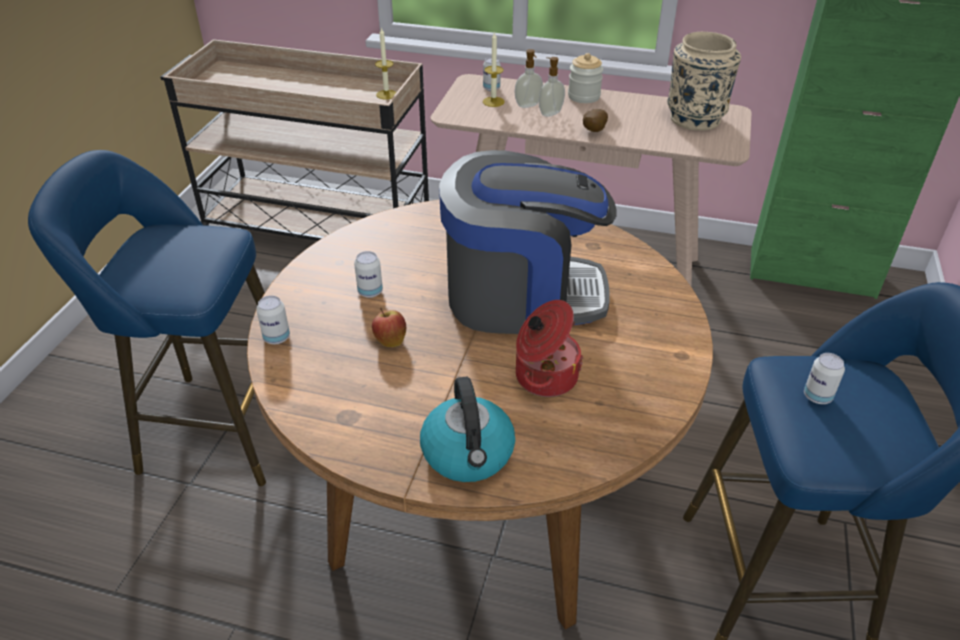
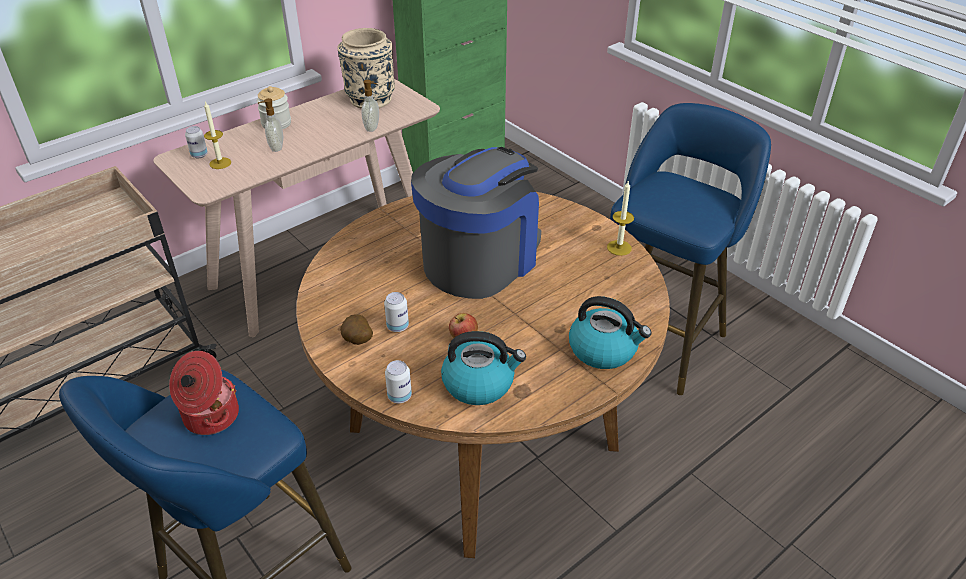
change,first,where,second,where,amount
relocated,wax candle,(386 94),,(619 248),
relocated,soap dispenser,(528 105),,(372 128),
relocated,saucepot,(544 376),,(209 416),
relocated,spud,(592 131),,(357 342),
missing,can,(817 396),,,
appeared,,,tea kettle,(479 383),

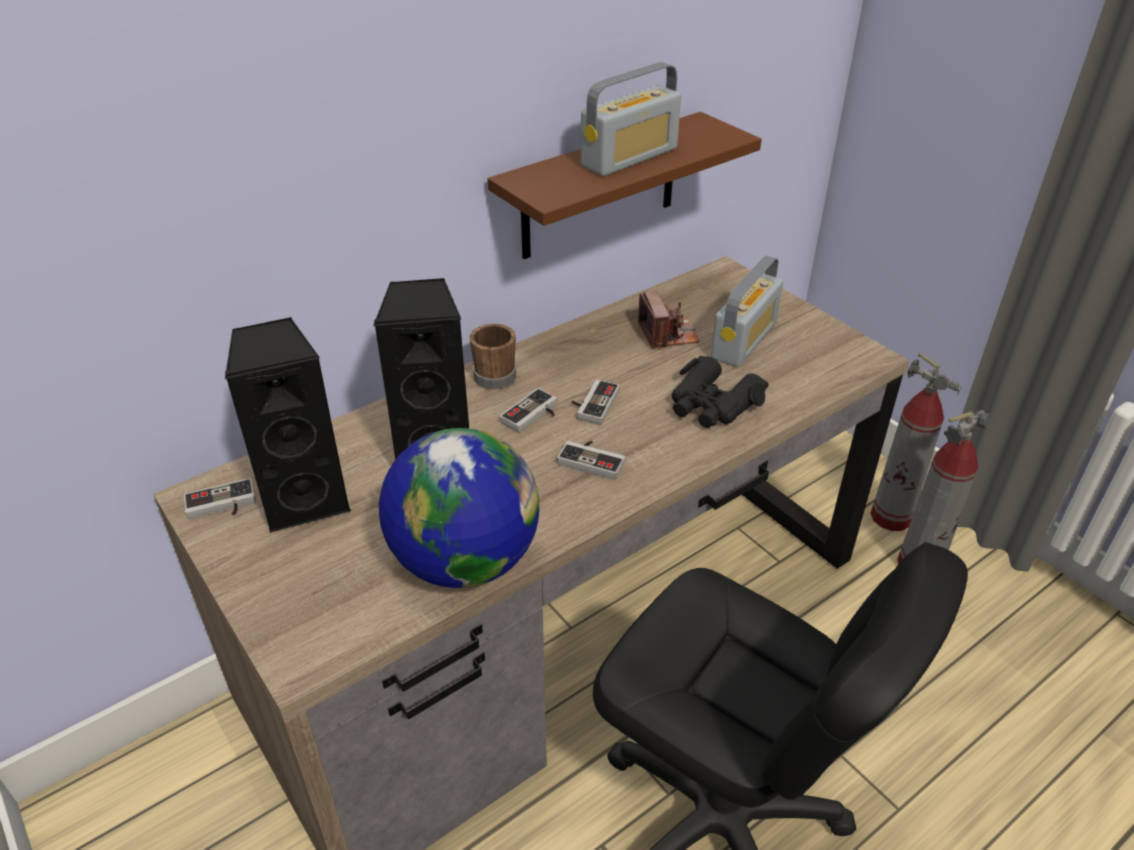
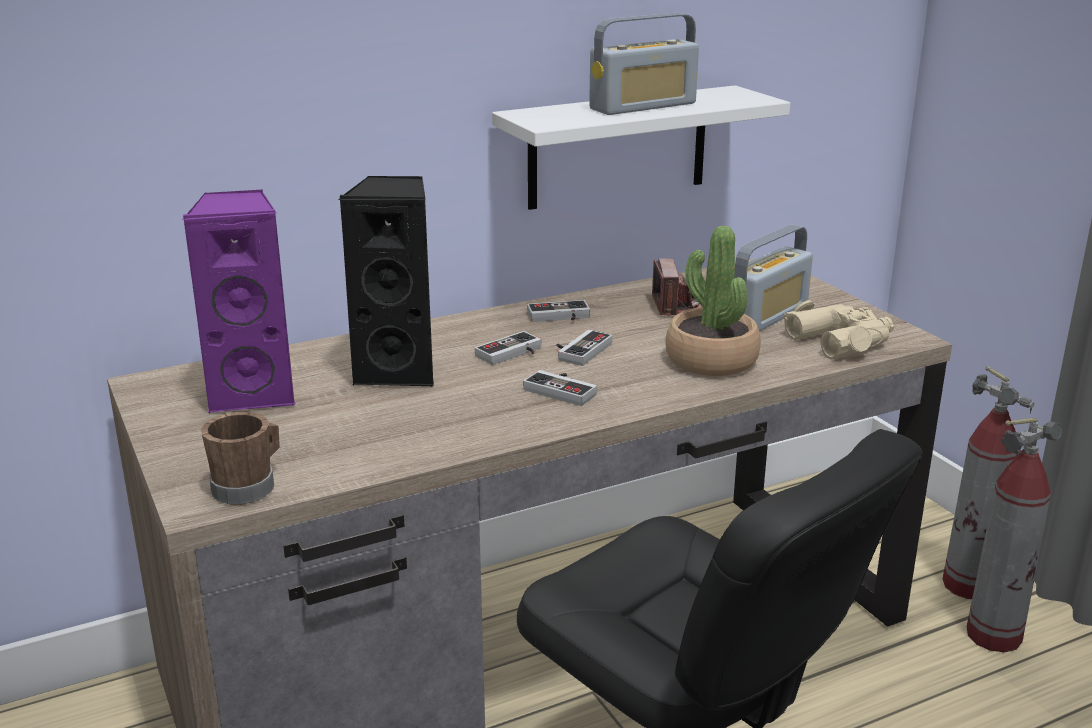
change,first,where,second,where,amount
relocated,joypad,(221 506),,(559 317),
colour,blackish audio speaker,(306 499),purplish audio speaker,(254 393),
missing,desk globe,(465 560),,,
relocated,brownish coffee mug,(497 374),,(249 486),
colour,brownish wall shelf,(599 187),white-coloured wall shelf,(618 147),
exchanged,blackish pair of binoculars,(712 404),plant in a pot,(711 360),
appeared,,,sand-coloured pair of binoculars,(841 340),

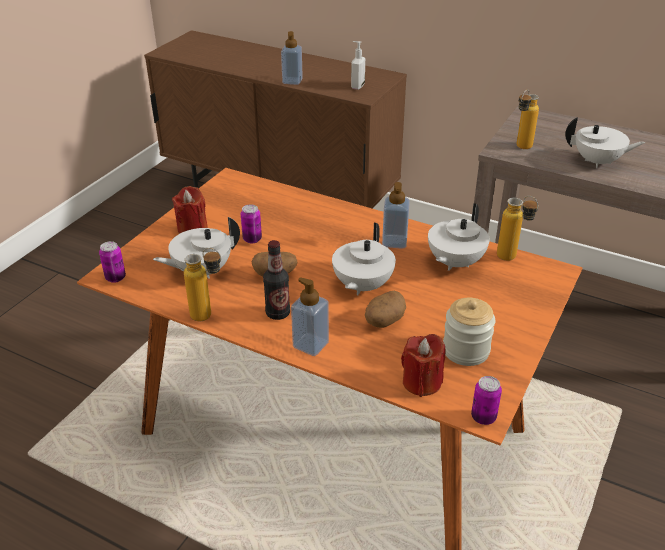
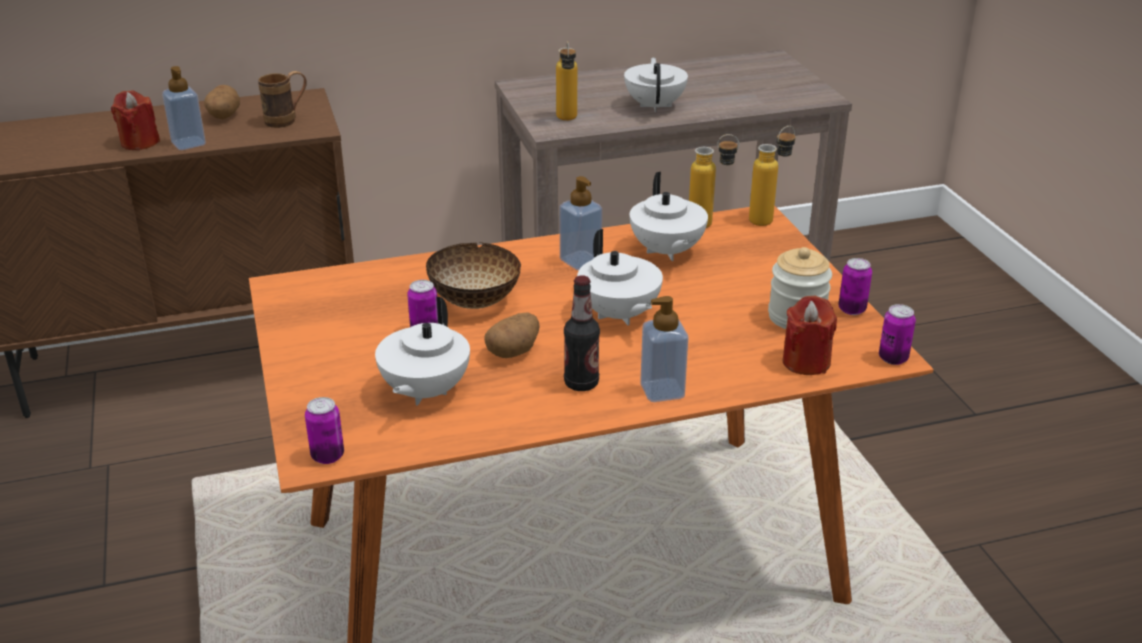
change,first,where,second,where,amount
relocated,red-coloured wax candle,(192 228),,(139 143),
relocated,beverage bottle,(209 317),,(768 219),
exchanged,soap dispenser,(357 86),brownish coffee mug,(287 120),
relocated,spud,(384 321),,(223 116),
spun,white-coloured pot for tea,(597 162),,(655 106),60 degrees counterclockwise
appeared,,,serving bowl,(476 302),
appeared,,,can,(852 309),

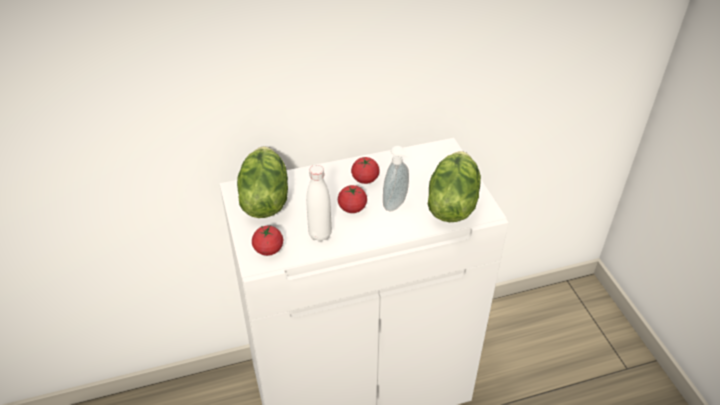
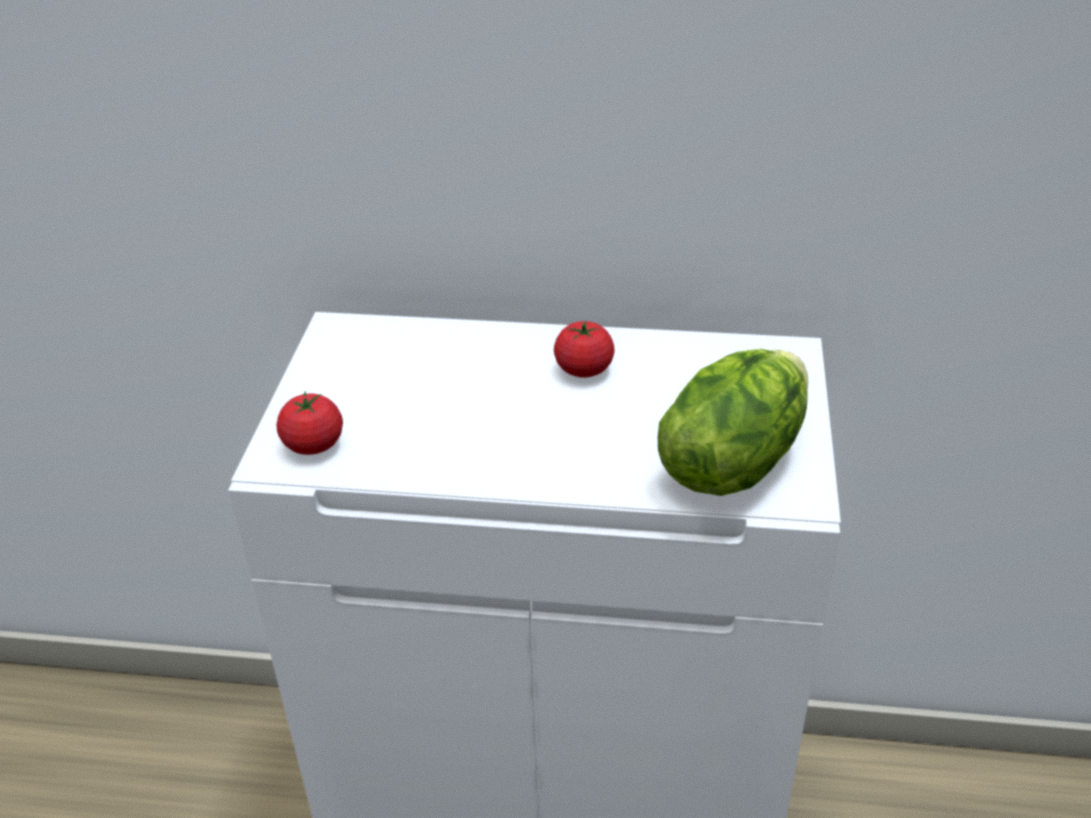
change,first,where,second,where,amount
missing,lettuce,(264 200),,,
missing,white-coloured beverage bottle,(320 234),,,
missing,tomato,(352 208),,,
missing,soap dispenser,(396 205),,,

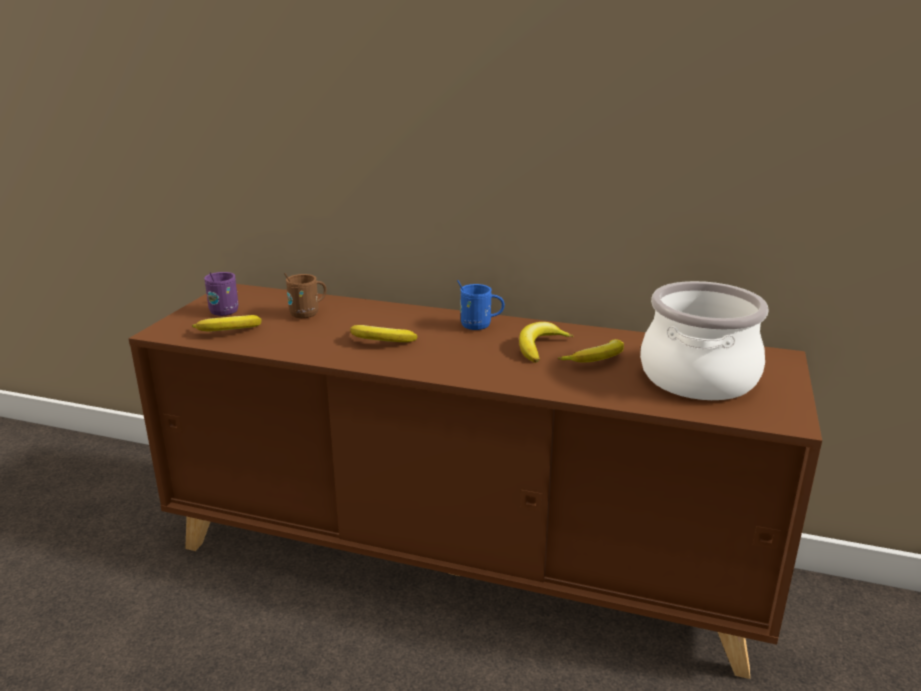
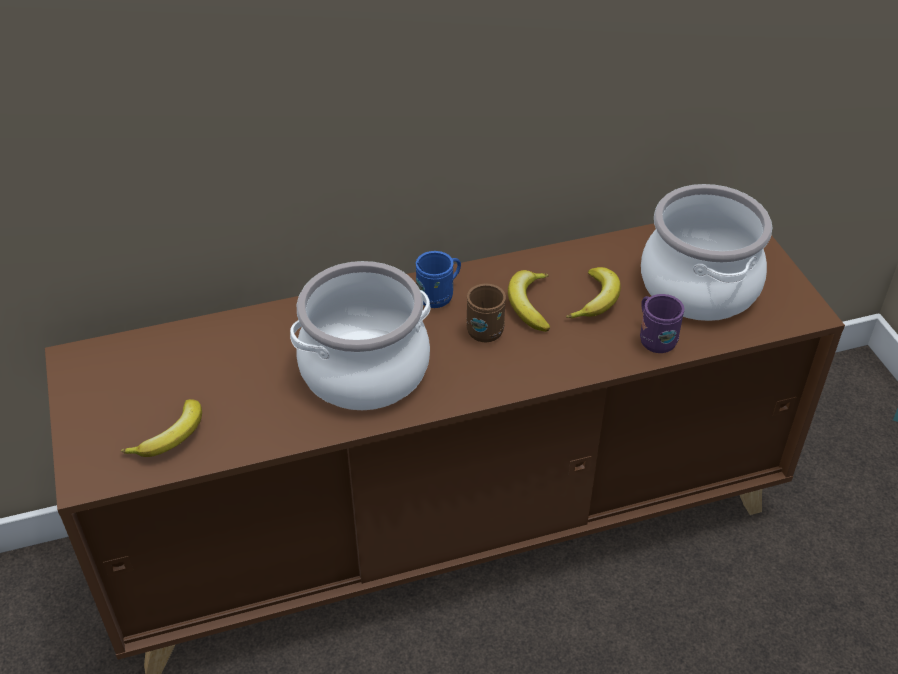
change,first,where,second,where,amount
relocated,purplish coffee mug,(226 310),,(654 339),
relocated,brownish coffee mug,(308 313),,(486 328),
exchanged,banana fruit,(380 341),saucepot,(365 371),

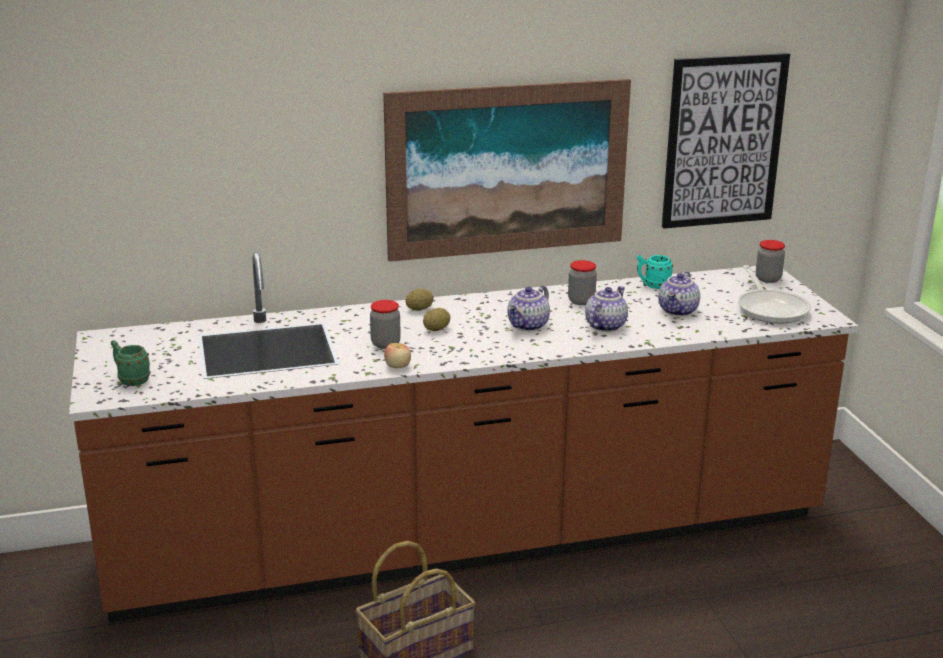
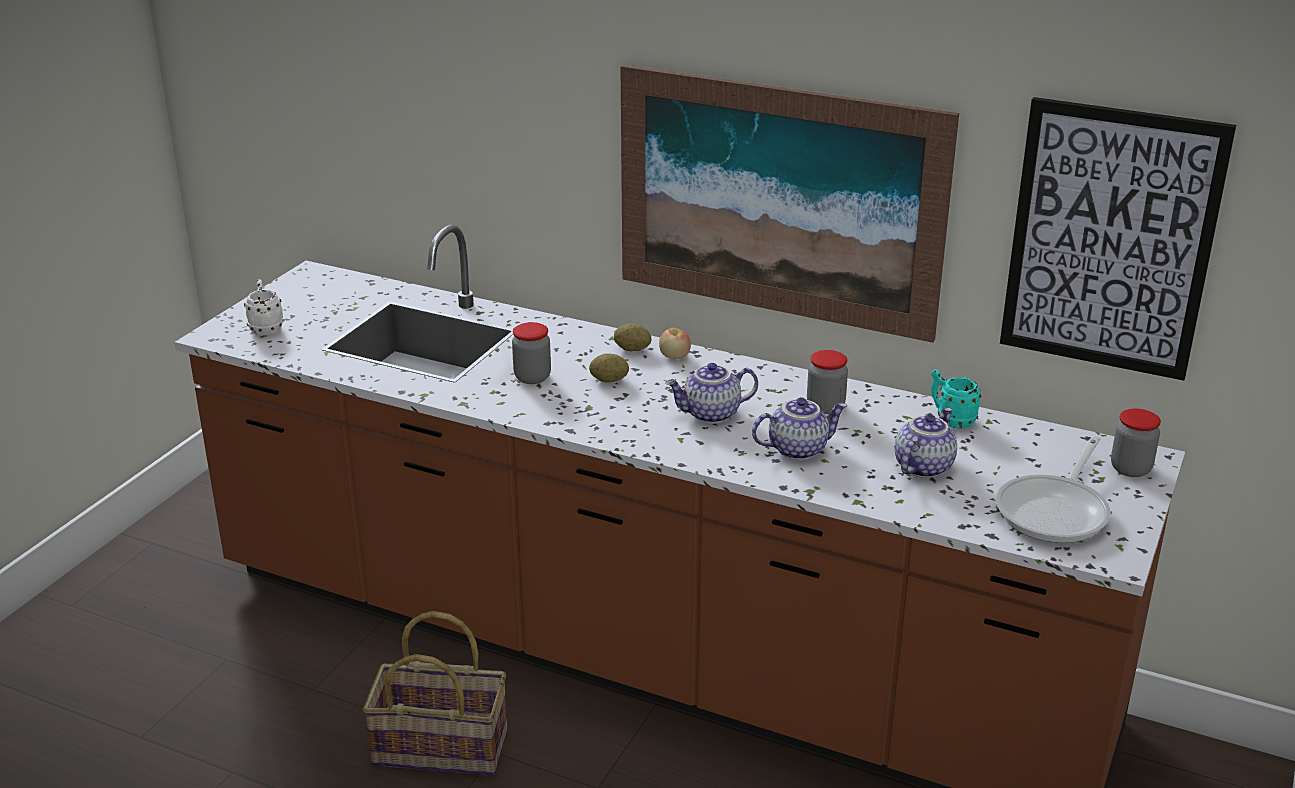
change,first,where,second,where,amount
colour,greenish coffee mug,(131 380),white-coloured coffee mug,(266 327),
relocated,whole apple,(398 367),,(674 357),
spun,pot for tea,(678 311),,(922 466),150 degrees clockwise

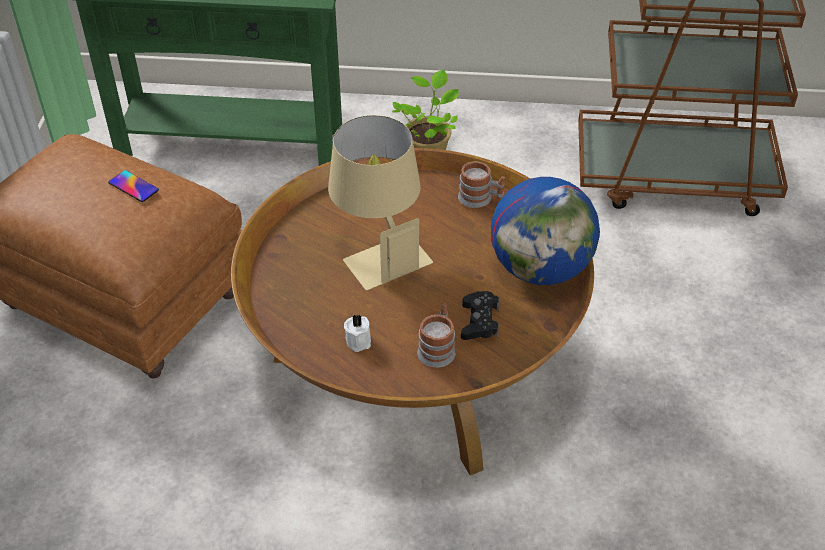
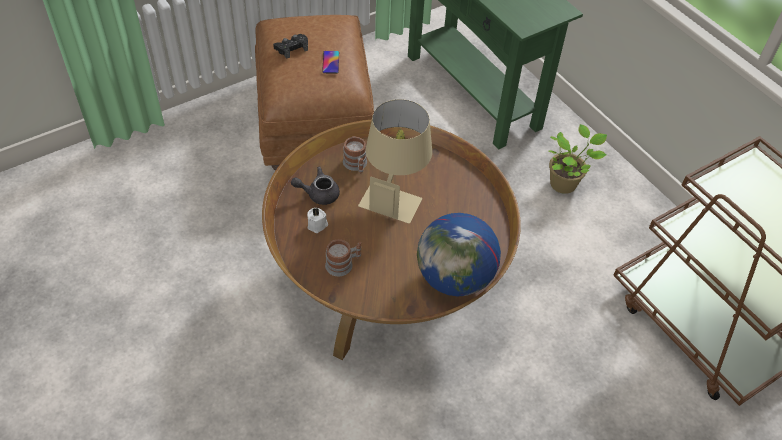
change,first,where,second,where,amount
relocated,coffee mug,(480 198),,(356 165),
relocated,blackish joypad,(479 321),,(292 48),
appeared,,,grey pot for tea,(318 194),

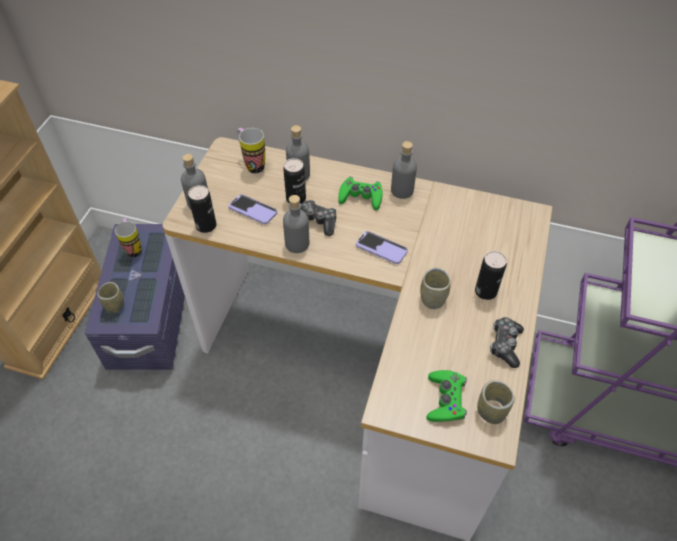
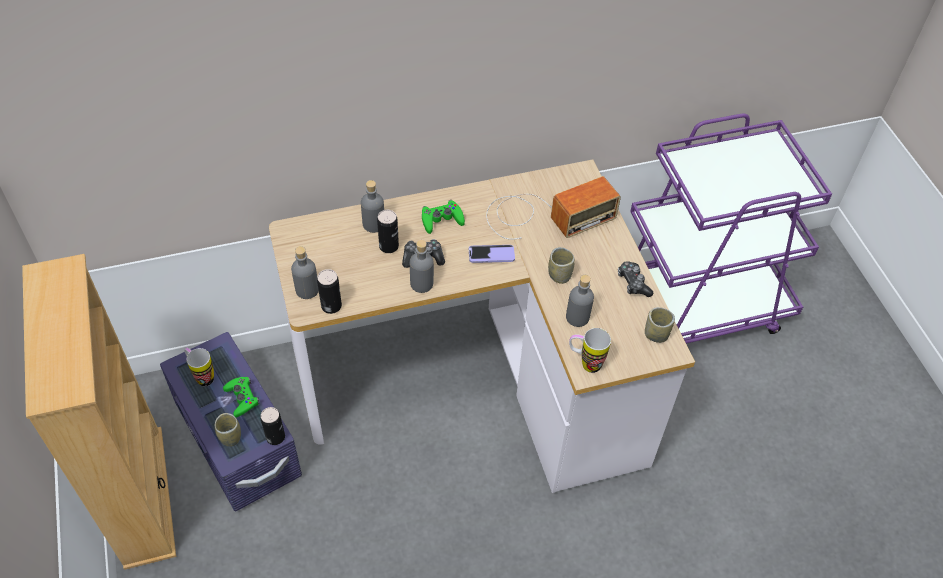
change,first,where,second,where,amount
missing,handset,(253 210),,,
relocated,coffee mug,(252 164),,(585 363),
relocated,grey beverage bottle,(402 190),,(577 317),
relocated,greenish joypad,(445 399),,(242 398),
relocated,can,(485 291),,(275 437),
appeared,,,radio set,(545 215),

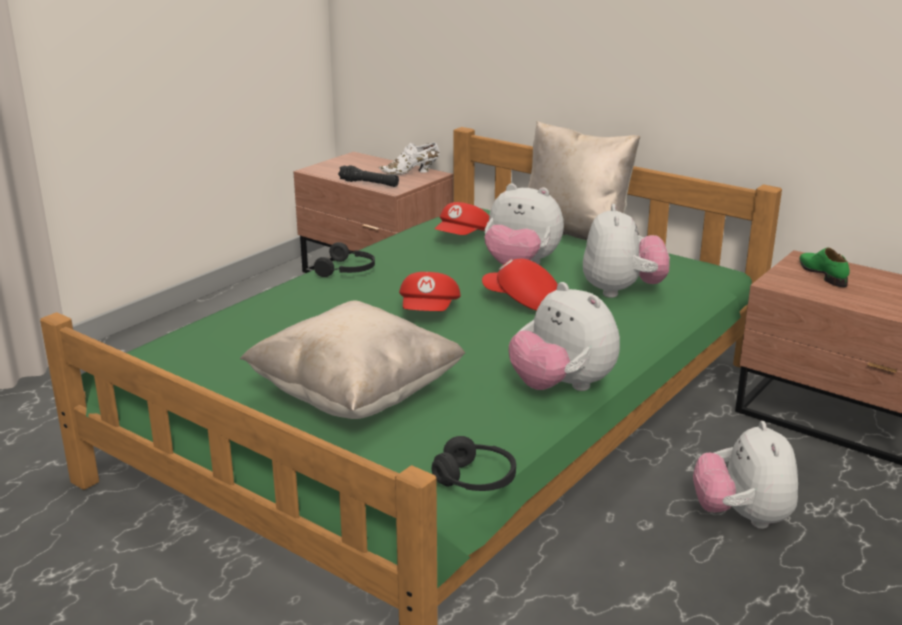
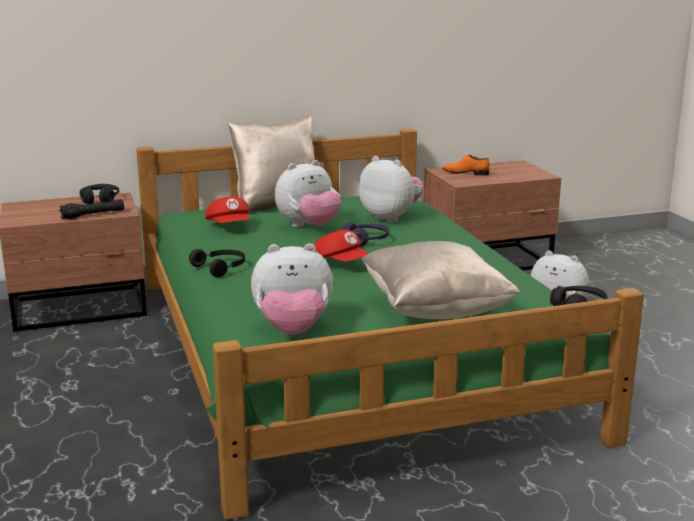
change,first,where,second,where,amount
exchanged,white-coloured low shoe,(412 172),blackish headset,(100 200),
exchanged,red-coloured peaked cap,(521 303),purplish headset,(366 241),
relocated,cuddly toy,(562 387),,(293 330),
colour,greenish low shoe,(822 274),orangey low shoe,(465 173),

